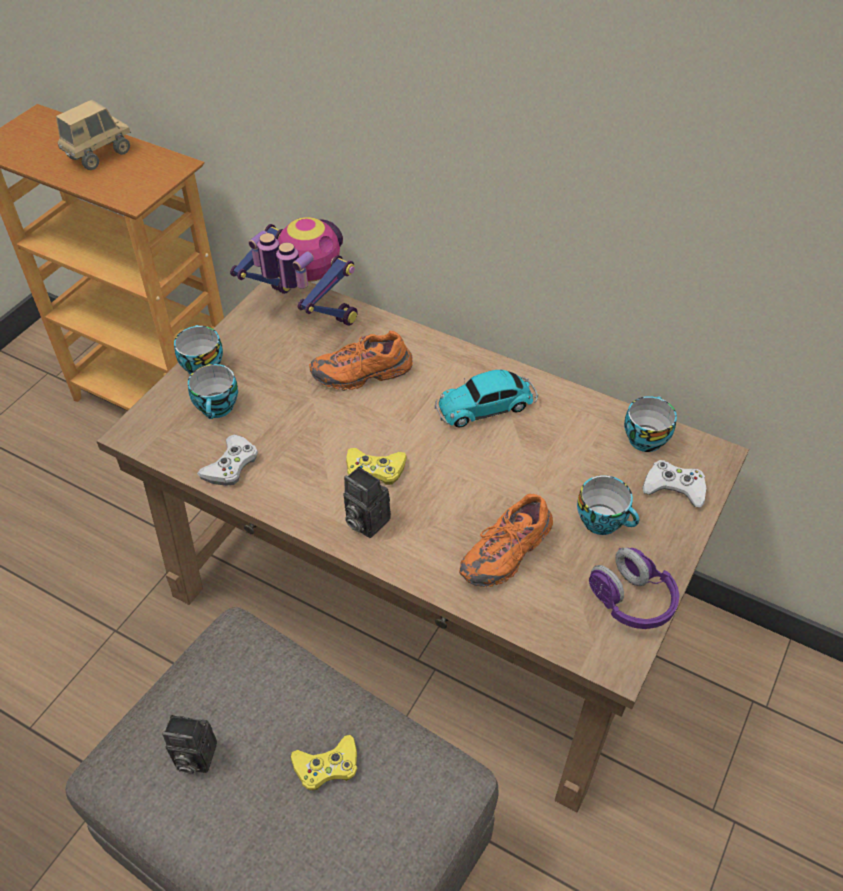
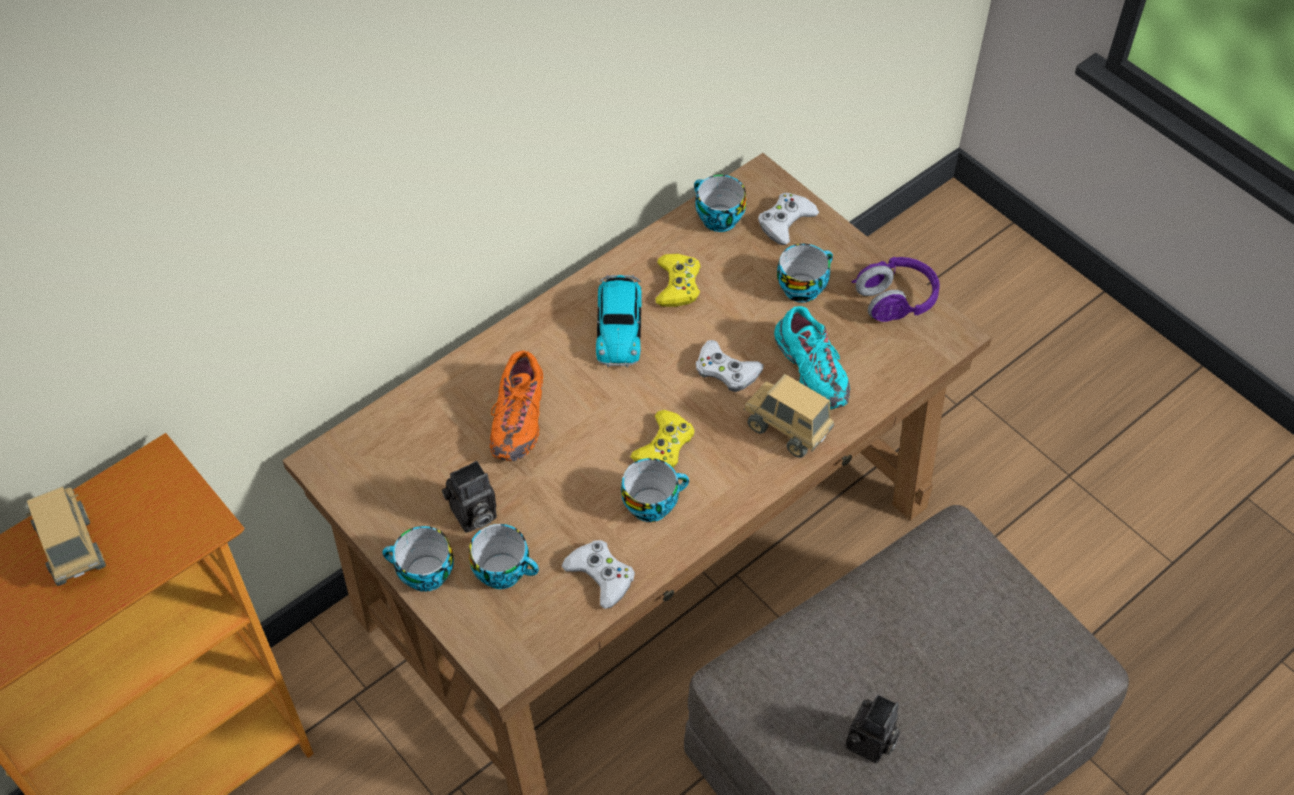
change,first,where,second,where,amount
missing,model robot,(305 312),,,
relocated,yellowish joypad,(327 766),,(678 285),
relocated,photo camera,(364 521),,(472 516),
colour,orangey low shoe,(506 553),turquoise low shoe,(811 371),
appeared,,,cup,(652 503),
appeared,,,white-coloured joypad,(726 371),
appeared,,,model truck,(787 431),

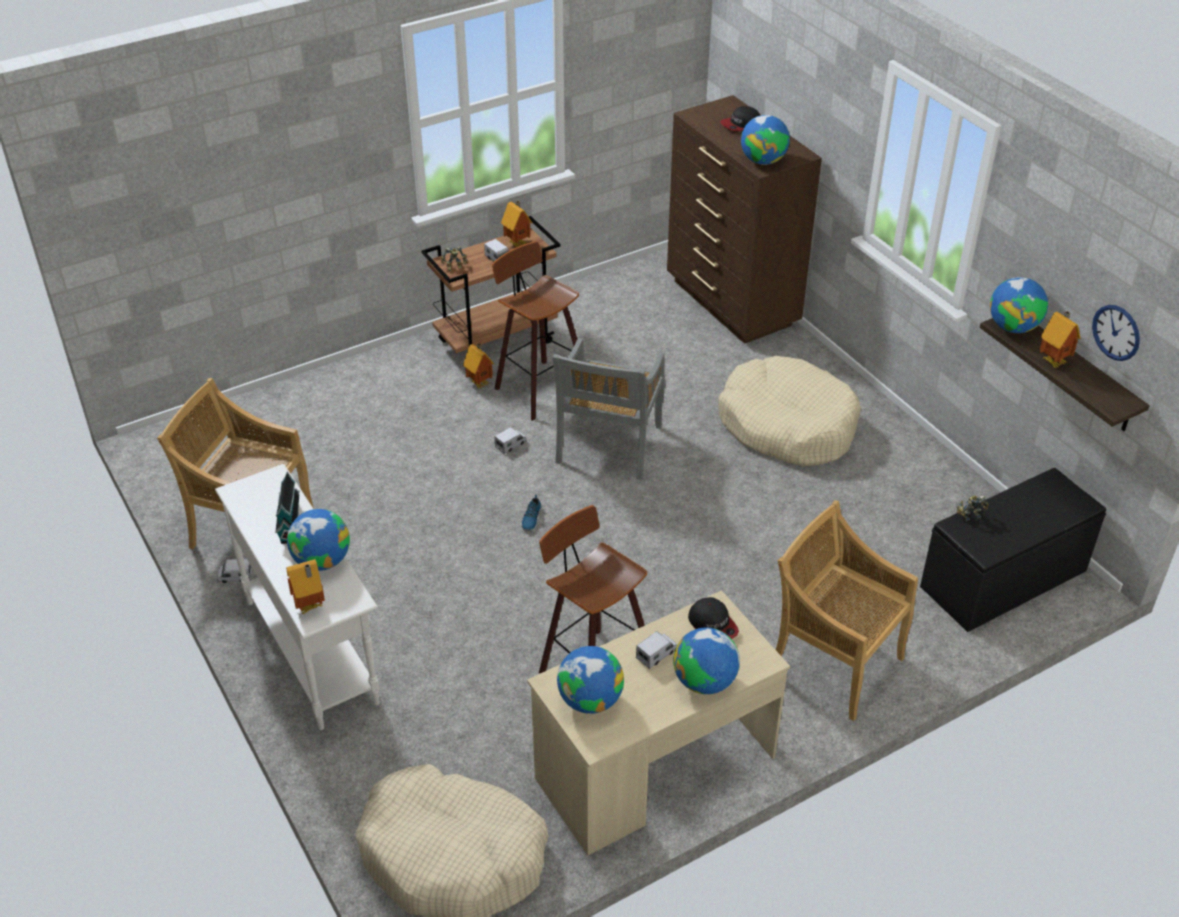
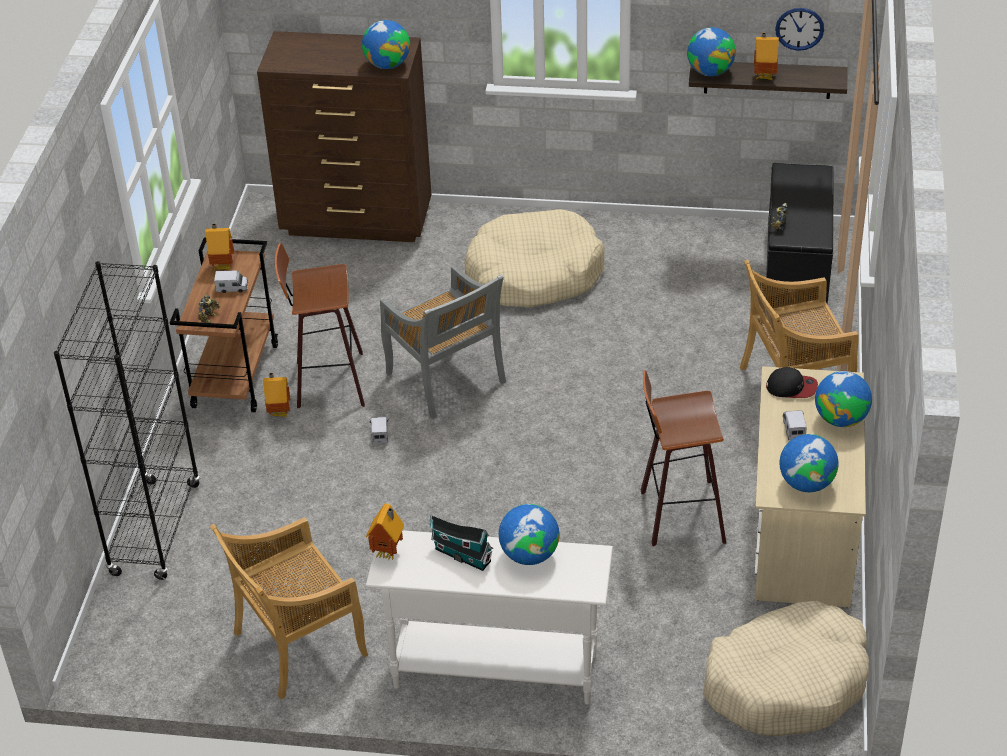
change,first,where,second,where,amount
missing,model truck,(235 577),,,
relocated,model house,(310 607),,(389 553),
missing,low shoe,(531 519),,,
missing,peaked cap,(741 125),,,
appeared,,,blackish bookshelf,(156 529),

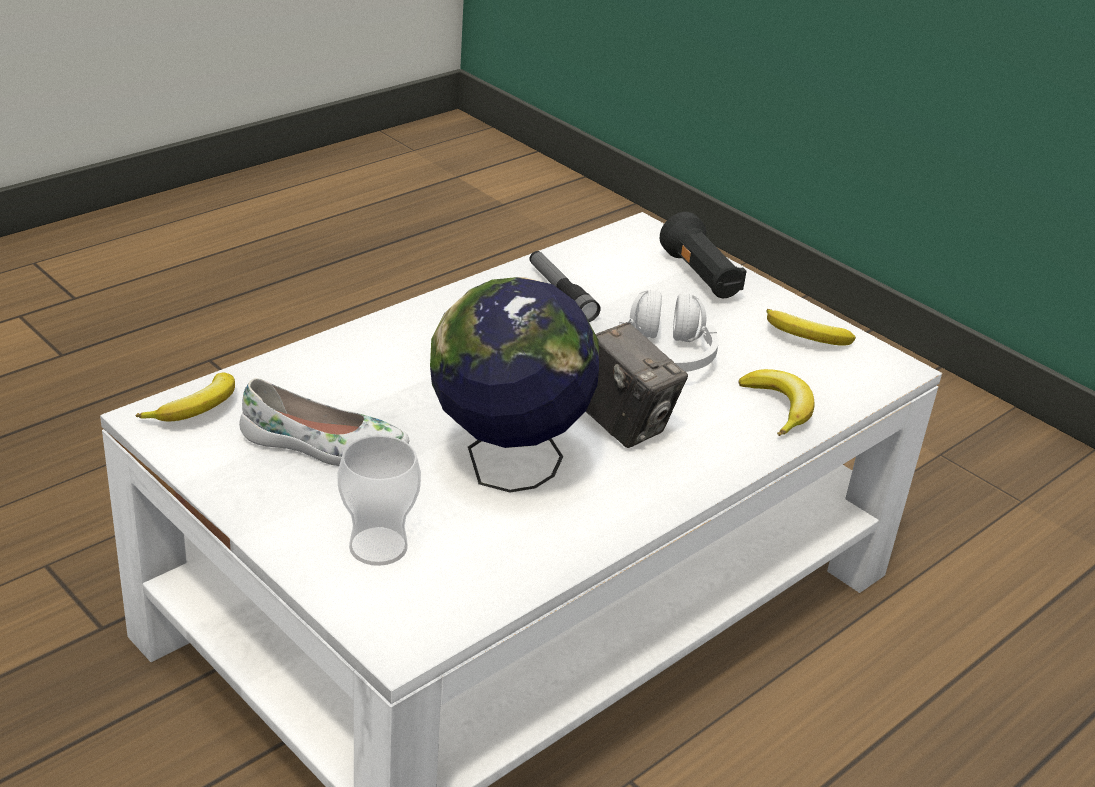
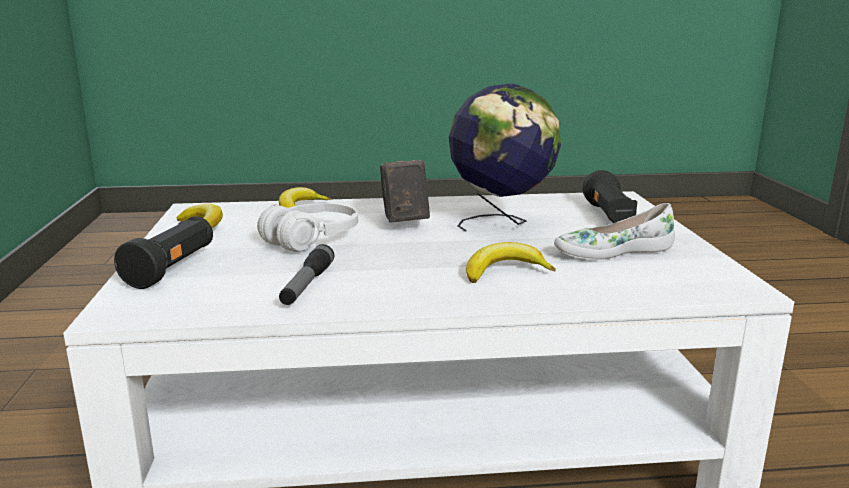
change,first,where,second,where,amount
relocated,banana fruit,(196 409),,(505 272),
spun,white-coloured low shoe,(323 446),,(612 251),60 degrees counterclockwise
exchanged,cup,(378 547),blackish torch,(608 216),

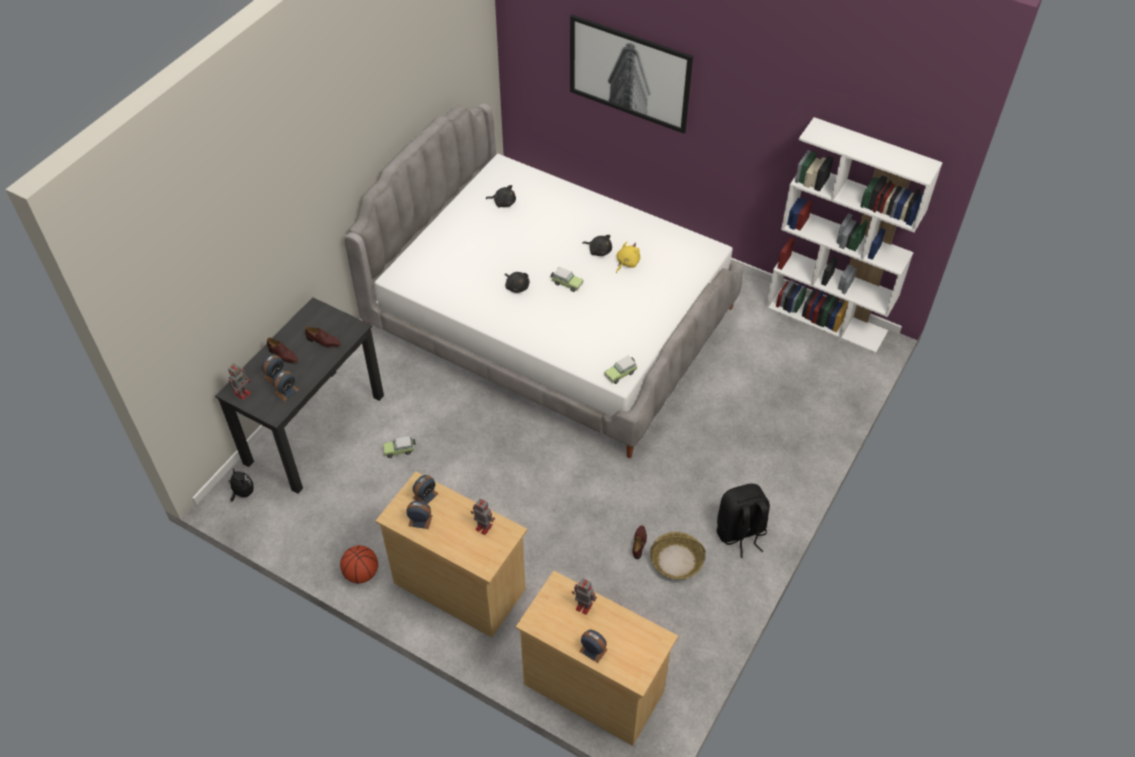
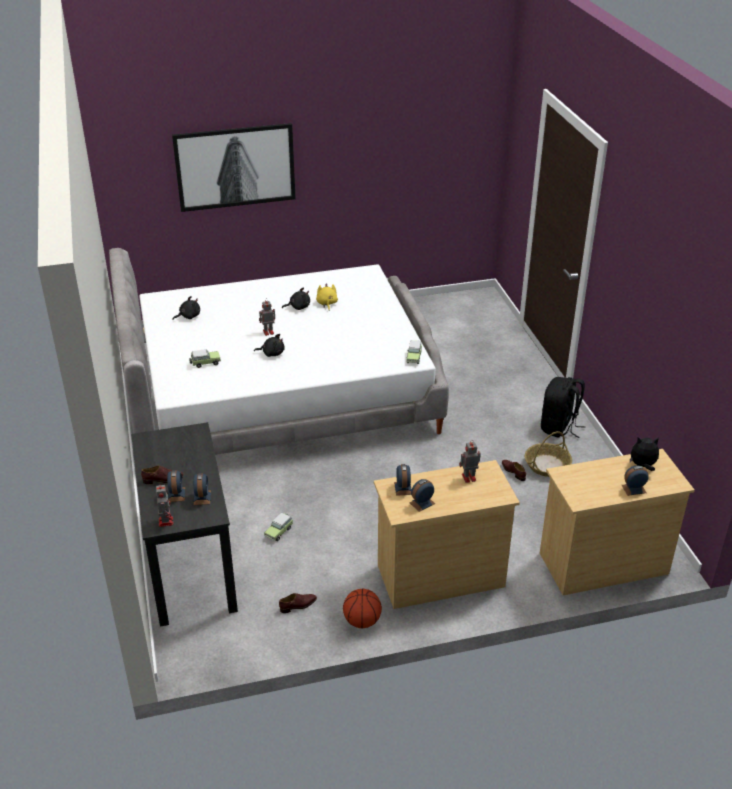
change,first,where,second,where,amount
relocated,cuddly toy,(243 493),,(642 466),
relocated,brownish low shoe,(323 341),,(298 605),
relocated,toy car,(566 283),,(205 363),
relocated,model robot,(583 606),,(267 332),
missing,white-coloured bookshelf,(827 319),,,

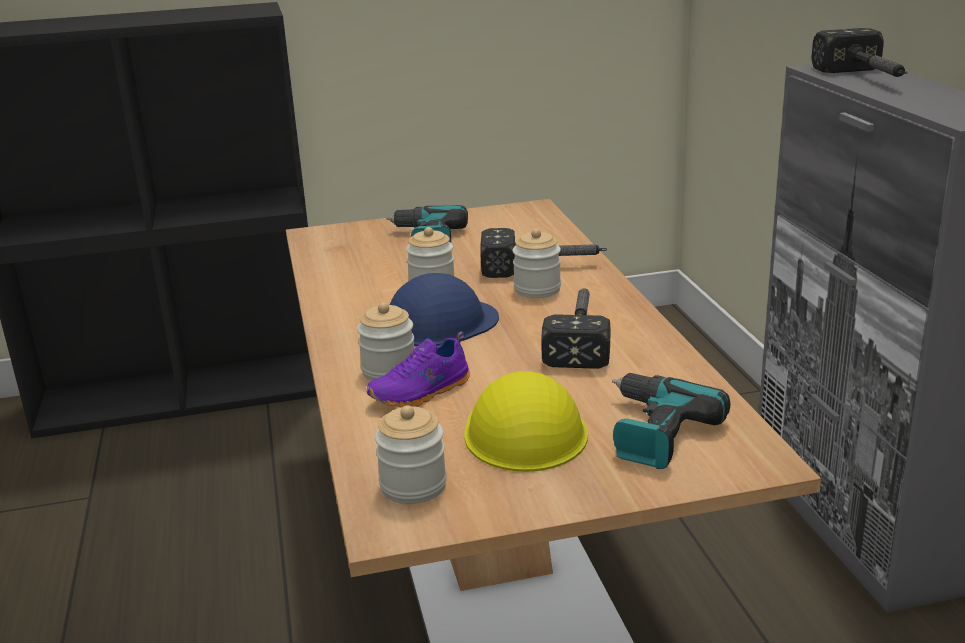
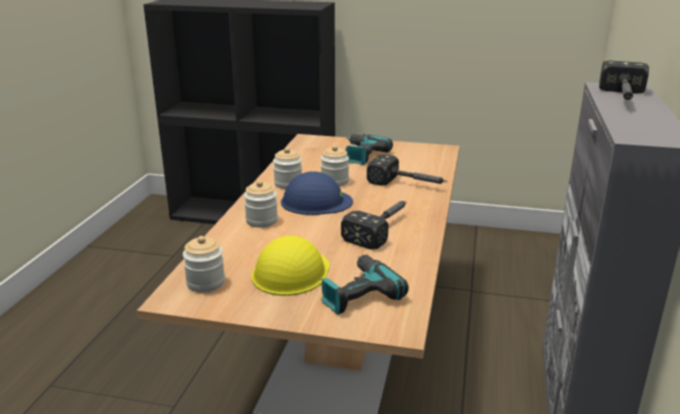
change,first,where,second,where,amount
missing,purplish low shoe,(422 393),,,
relocated,jar,(537 289),,(288 184),

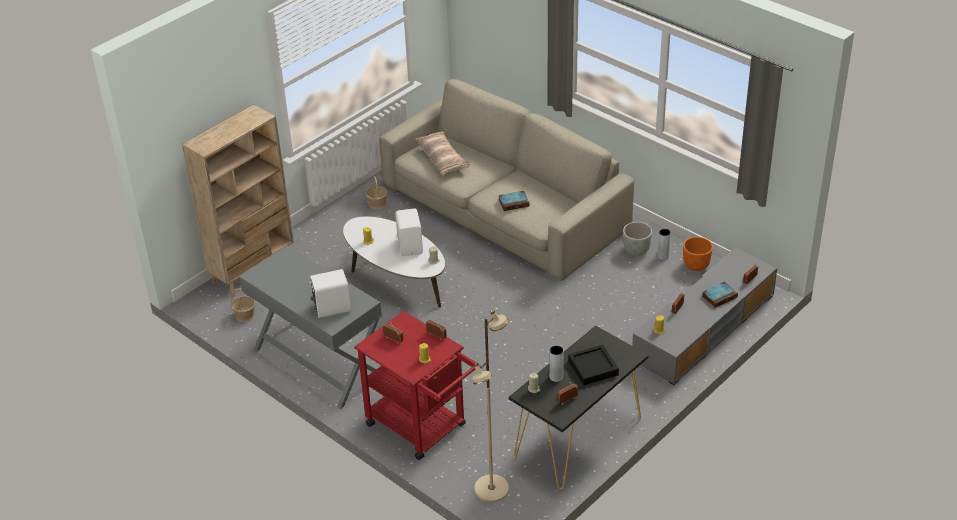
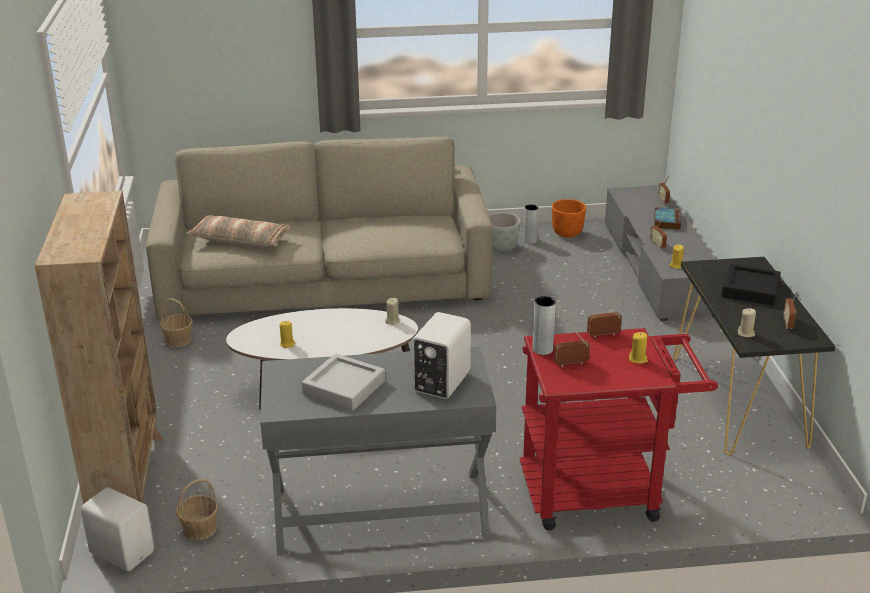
change,first,where,second,where,amount
relocated,white-coloured audio speaker,(411 245),,(122 551),
missing,sand-coloured standard lamp,(492 489),,,
missing,bound book,(514 203),,,
relocated,grey decorative vase,(556 377),,(542 349),
appeared,,,grey carrying tray,(344 387),

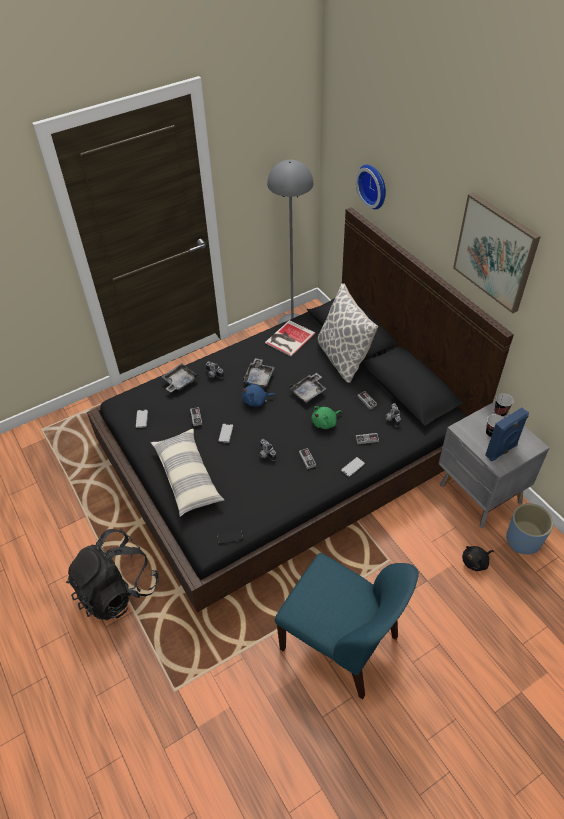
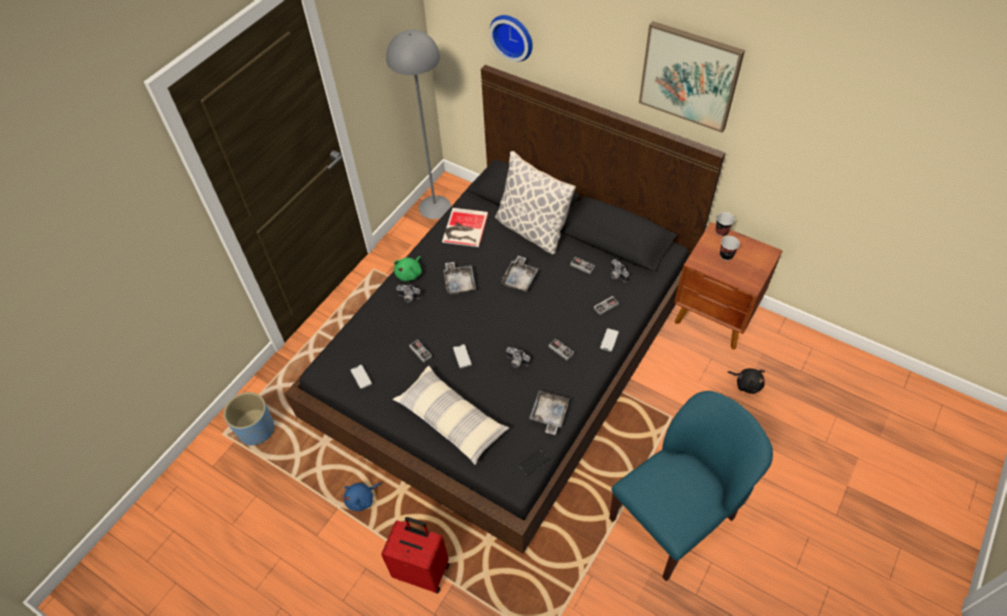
change,first,where,second,where,amount
exchanged,blackish rucksack,(117 590),red-coloured piece of luggage,(422 570),
relocated,grey carrying tray,(179 382),,(549 414),
relocated,blue cuddly toy,(256 401),,(362 499),
spun,blue upright chair,(341 644),,(674 517),45 degrees counterclockwise
relocated,greenish cuddly toy,(325 423),,(410 274),
colour,grey bedside table,(480 495),brownish bedside table,(715 317),
spun,blackish cuddly toy,(476 562),,(747 384),90 degrees counterclockwise
missing,blue audio speaker,(502 451),,,
relocated,blue plant pot,(523 540),,(256 430),

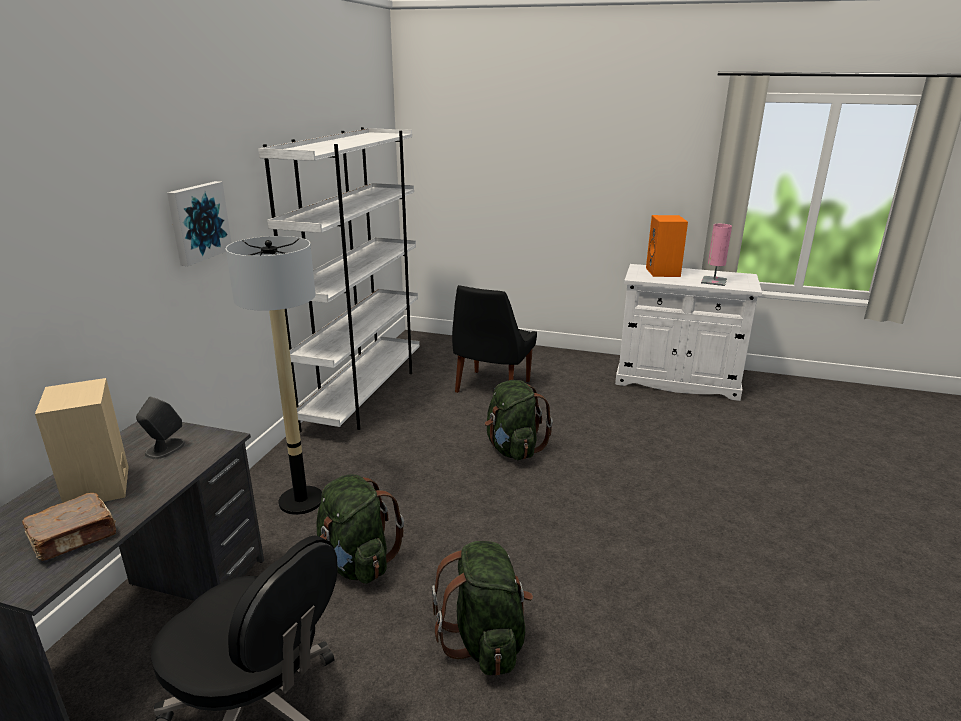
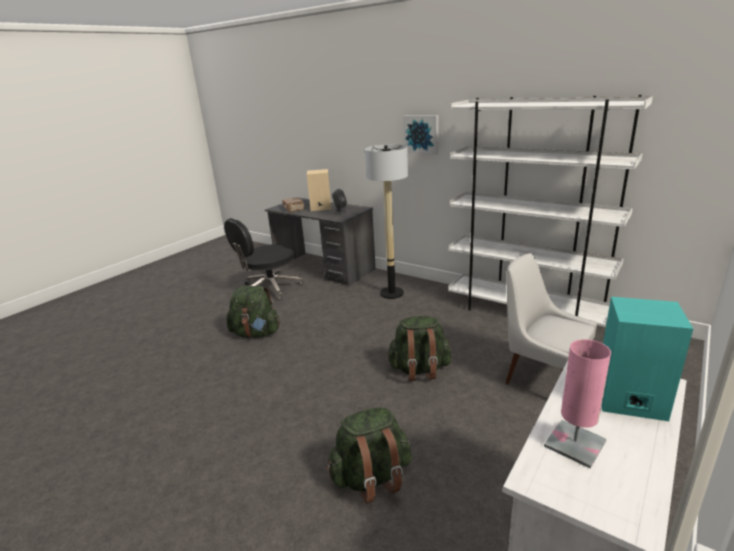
change,first,where,second,where,amount
relocated,greenish rucksack,(357 563),,(371 478),
colour,blackish upright chair,(491 388),white-coloured upright chair,(541 376),
colour,orangey audio speaker,(663 272),turquoise audio speaker,(628 400),

